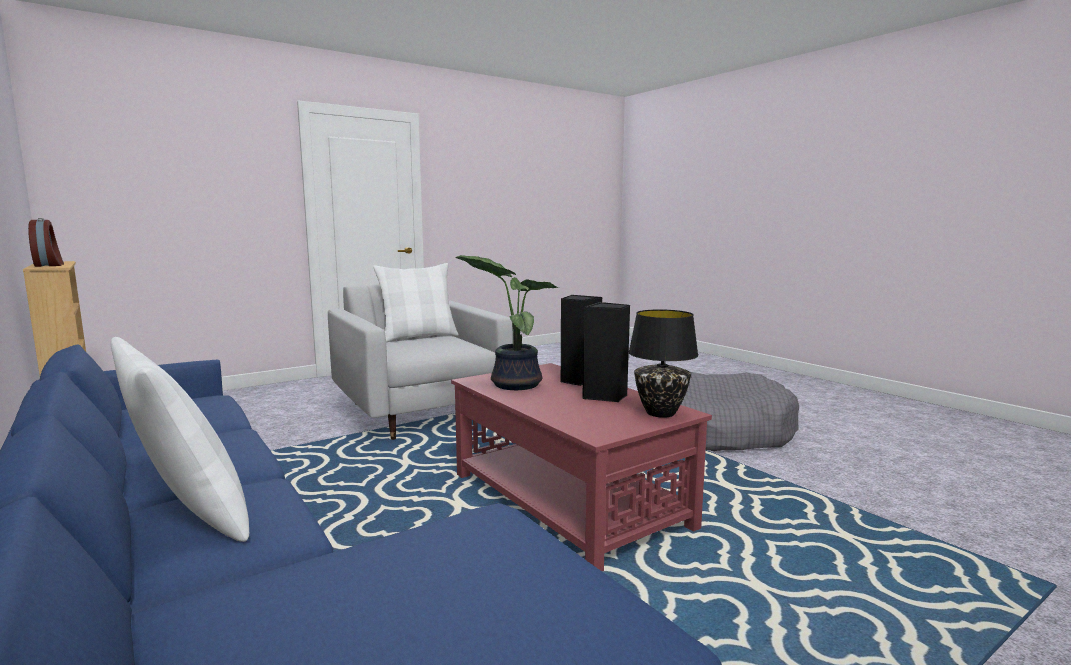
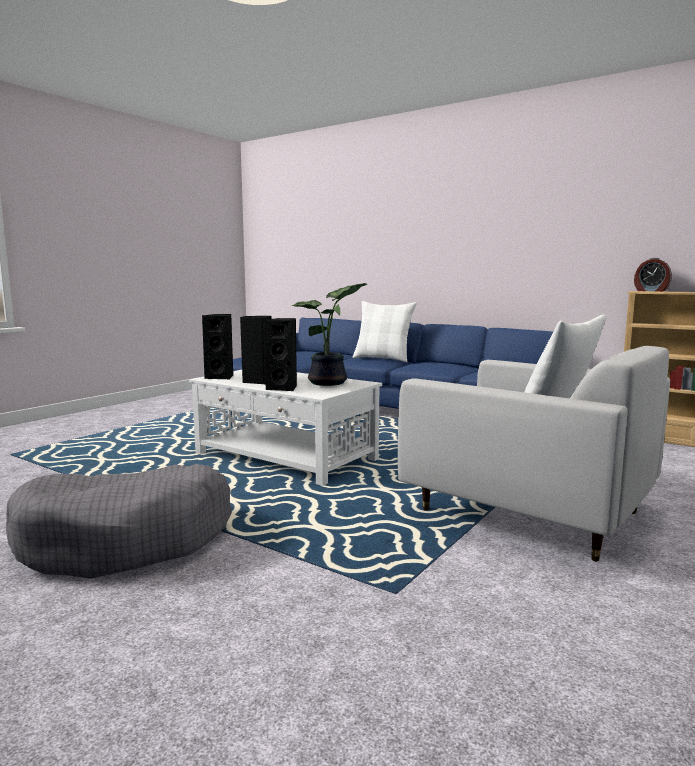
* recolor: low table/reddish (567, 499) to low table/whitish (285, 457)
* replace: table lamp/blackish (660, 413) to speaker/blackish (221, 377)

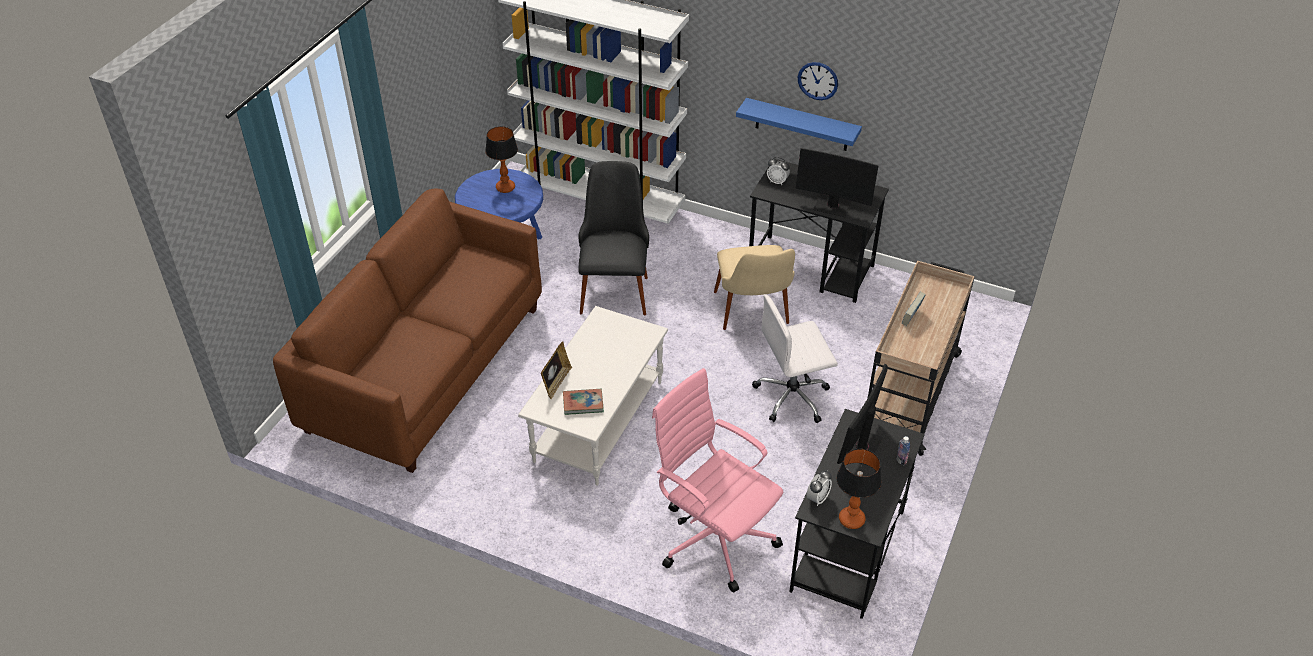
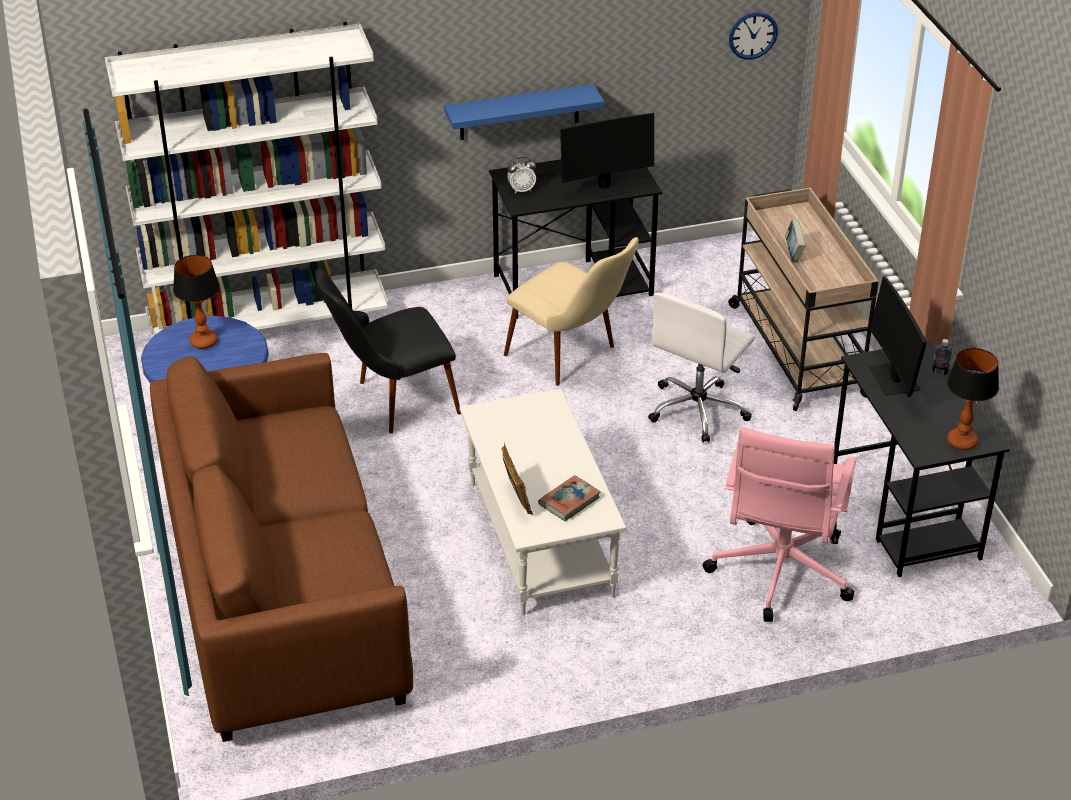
* rotate: plain chair/blackish (614, 285) = (391, 402) 75 degrees counterclockwise
* rotate: computer chair/pinkish (714, 537) = (779, 573) 75 degrees counterclockwise
* move: hanging clock (818, 80) to (753, 35)
* delete: table clock (817, 498)

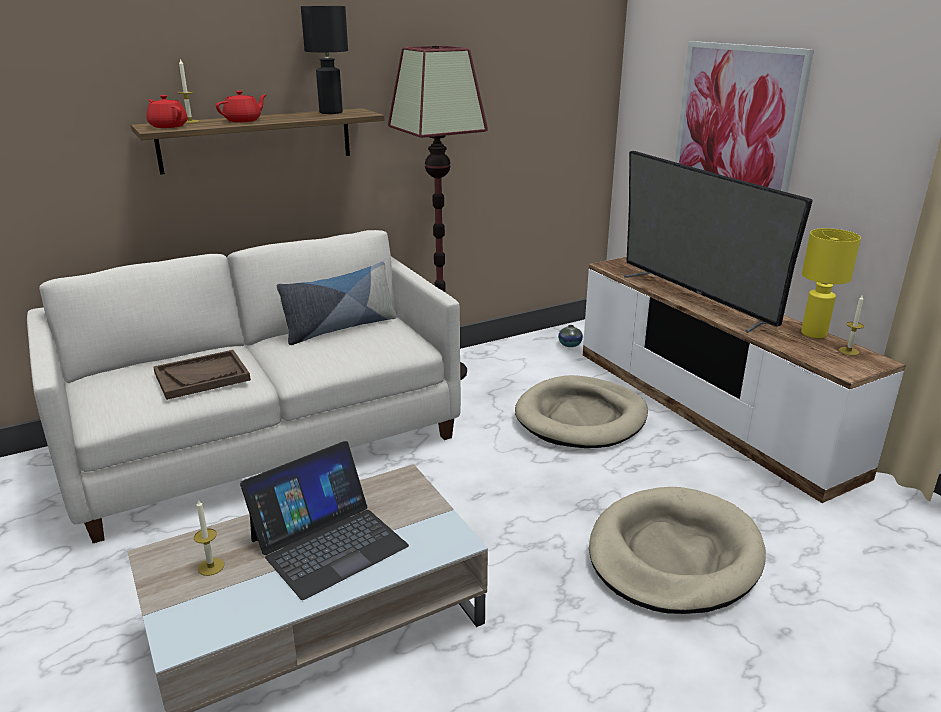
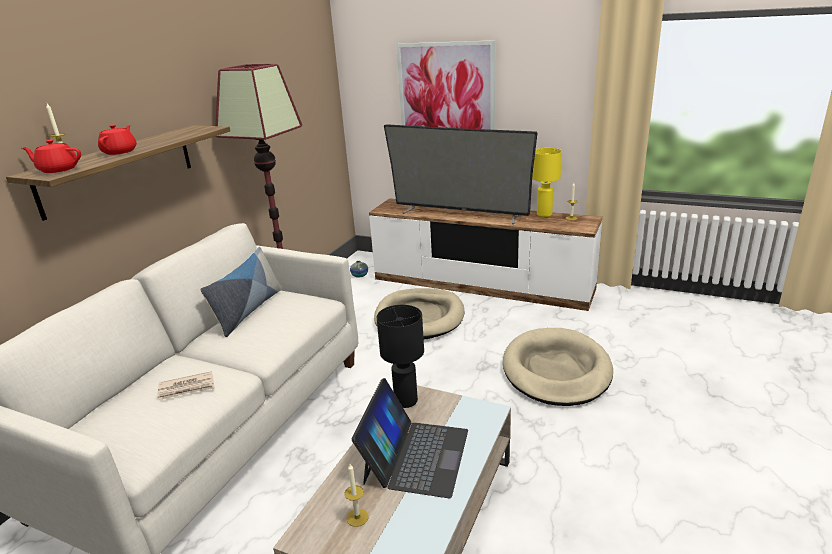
* replace: carrying tray/brownish (202, 376) to newspaper (187, 388)
* move: table lamp/blackish (330, 112) to (405, 401)

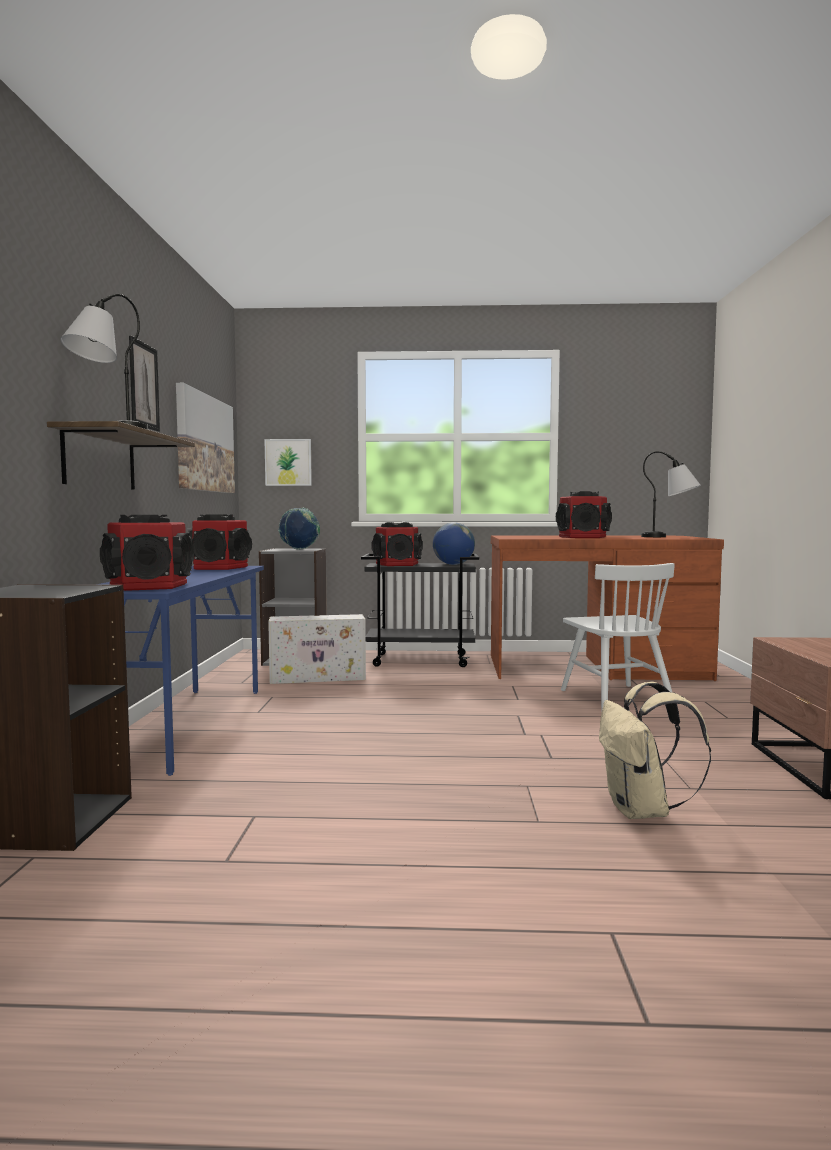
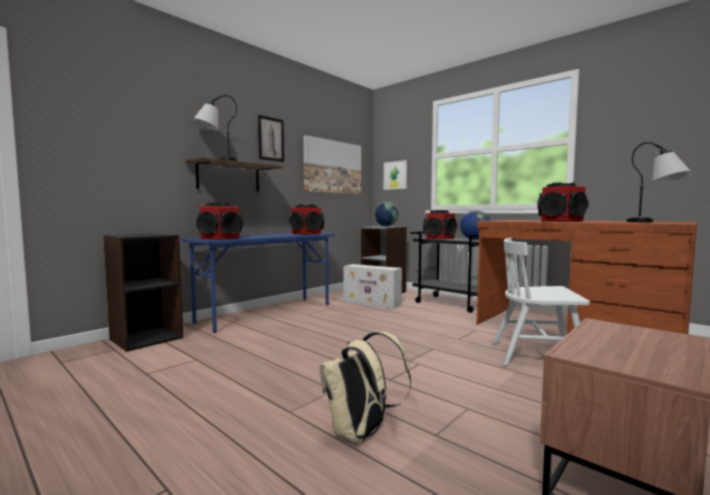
* rotate: plain chair/whitish (615, 698) = (537, 356) 75 degrees clockwise

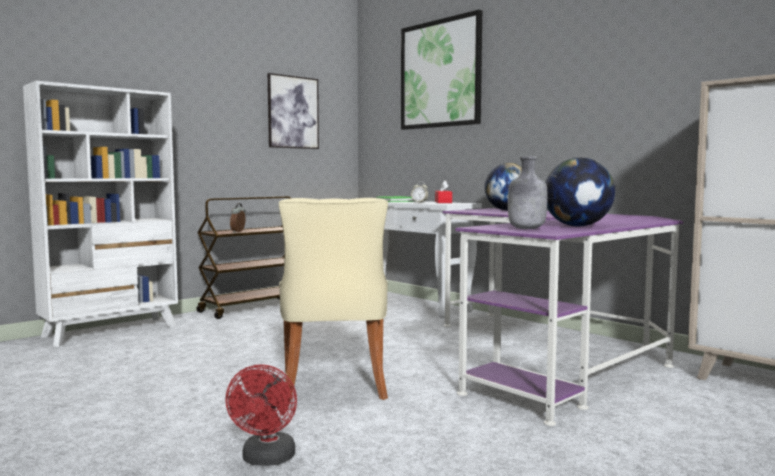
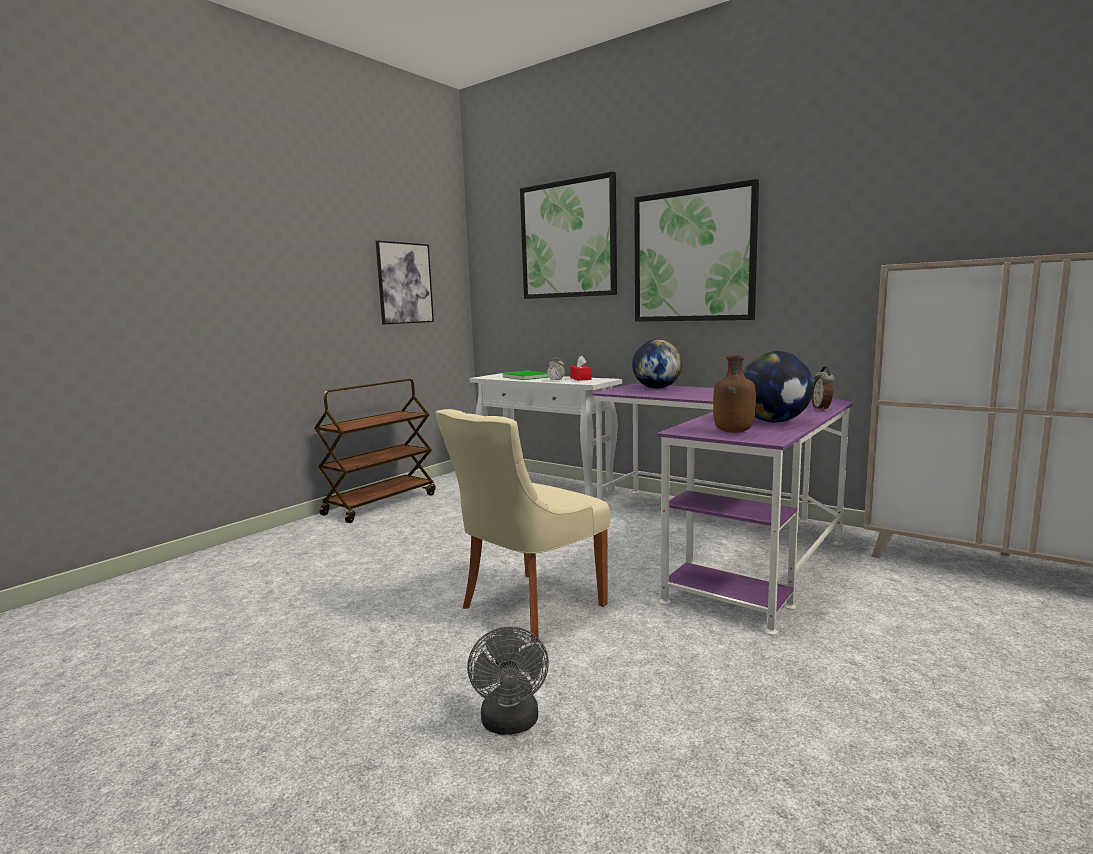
* rotate: plain chair/beige (334, 386) = (528, 607) 60 degrees clockwise
* recolor: electric fan/reddish (267, 460) to electric fan/gray (511, 724)
* insert: wall picture (693, 256)
* recolor: beverage bottle/gray (526, 229) to beverage bottle/brownish (733, 432)
* move: table clock (238, 232) to (822, 409)
* delete: shelving unit/whitish (112, 331)

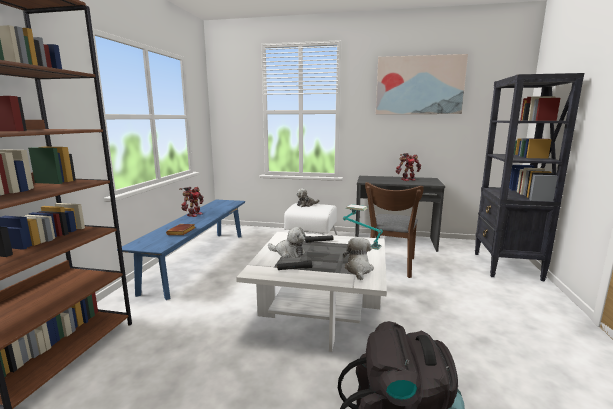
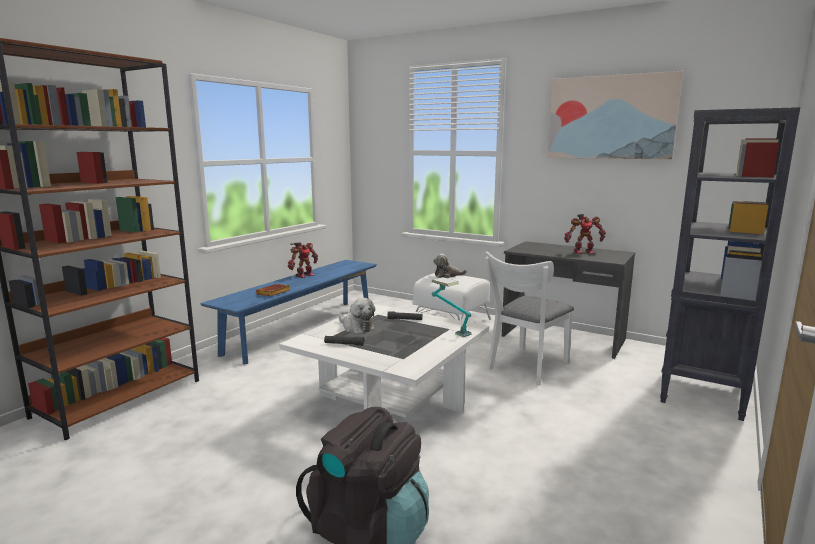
* recolor: plain chair/brownish (390, 266) to plain chair/whitish (525, 367)
* delete: soft toy (358, 270)

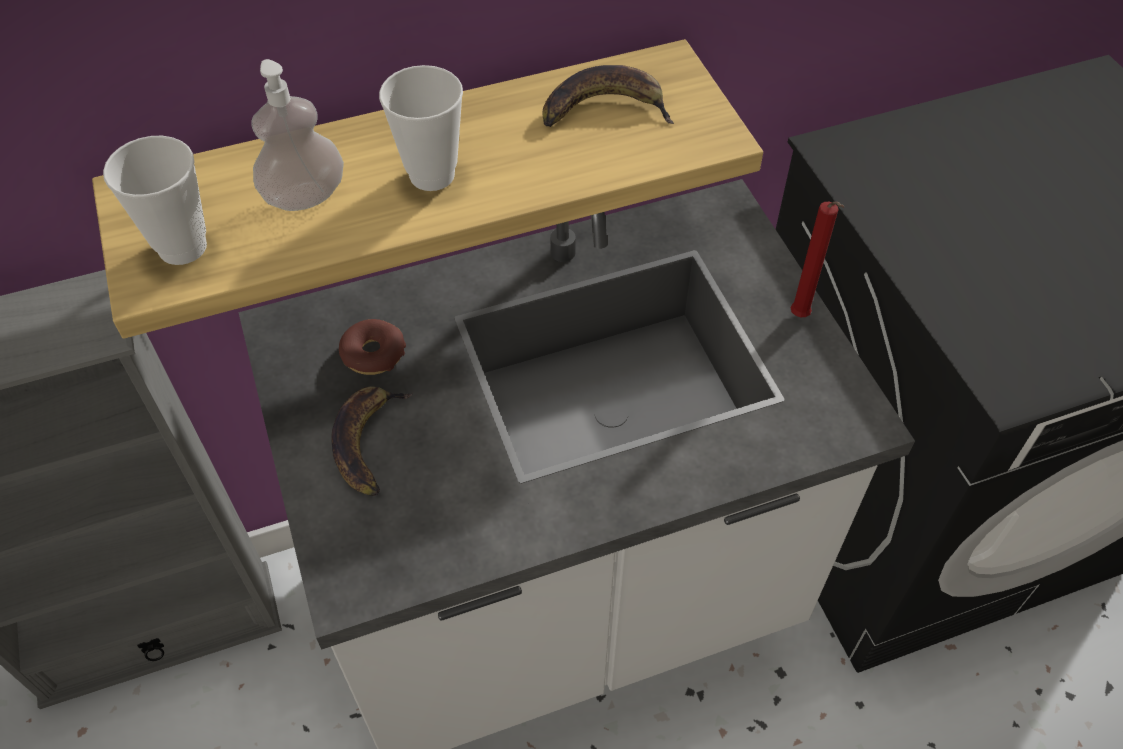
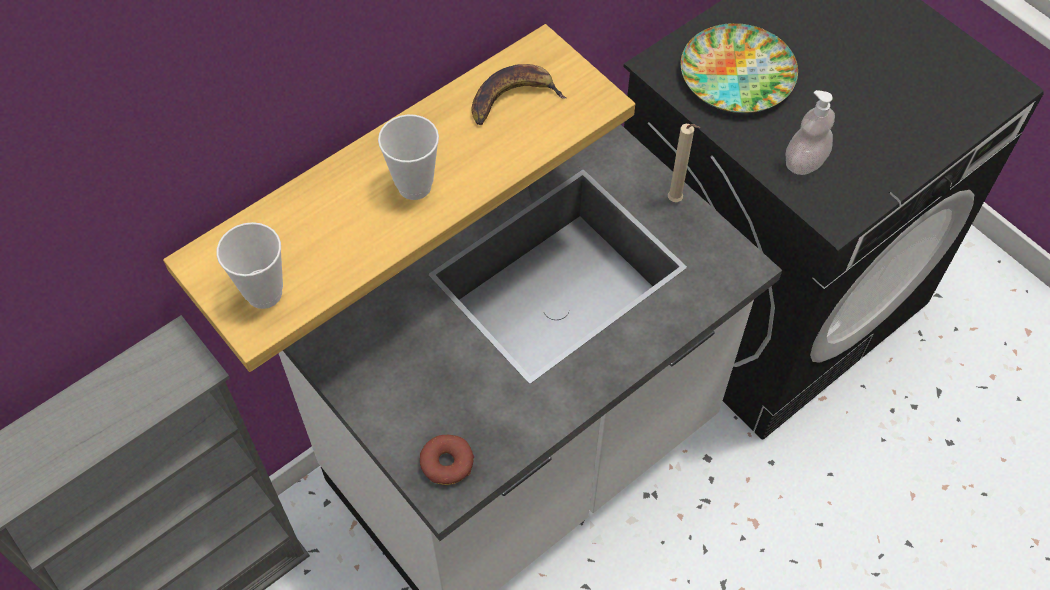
* move: ring doughnut (373, 354) to (447, 463)
* recolor: wax candle/reddish (801, 317) to wax candle/beige (676, 201)
* insert: dinner plate (738, 75)
* move: liquid soap bottle (305, 196) to (804, 162)
* delete: banana (368, 442)

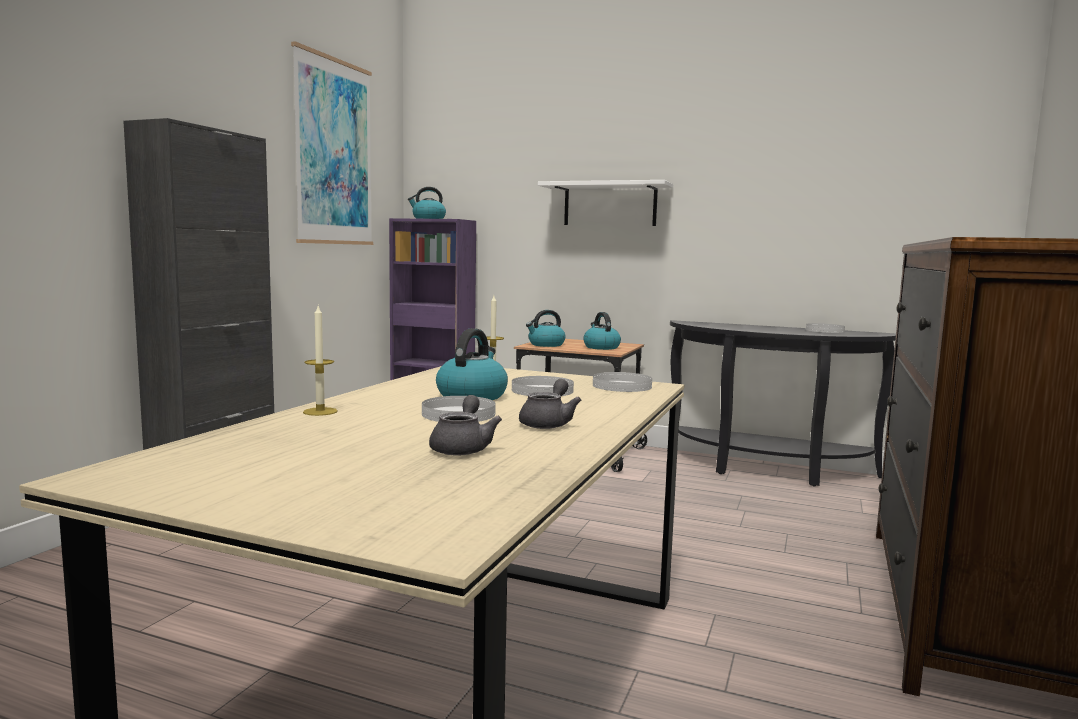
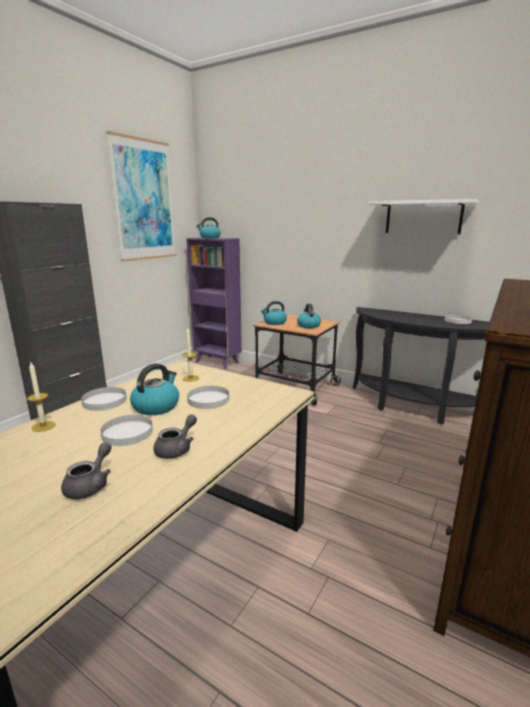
* move: dinner plate/whitish (622, 386) to (104, 401)
* move: shelf/whitish (610, 205) to (423, 217)

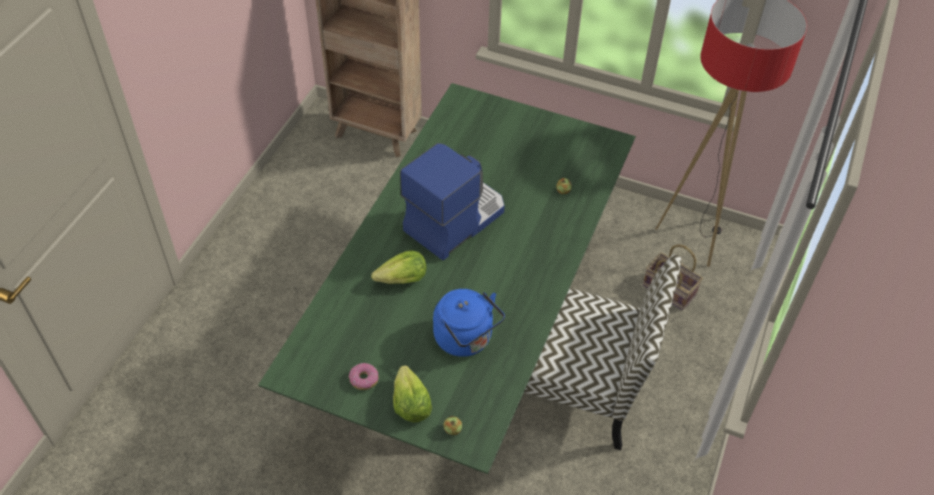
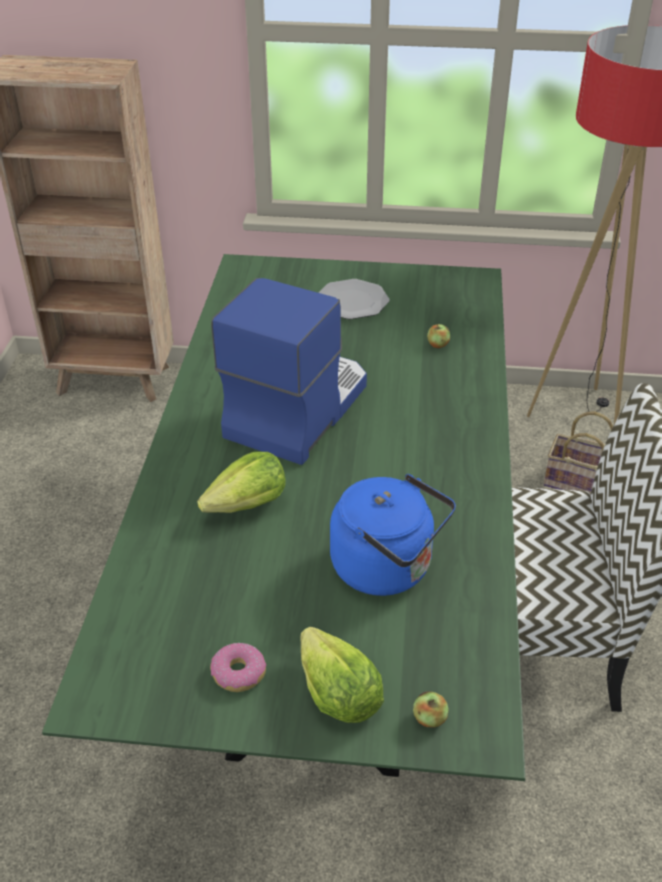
* insert: dinner plate (352, 301)

